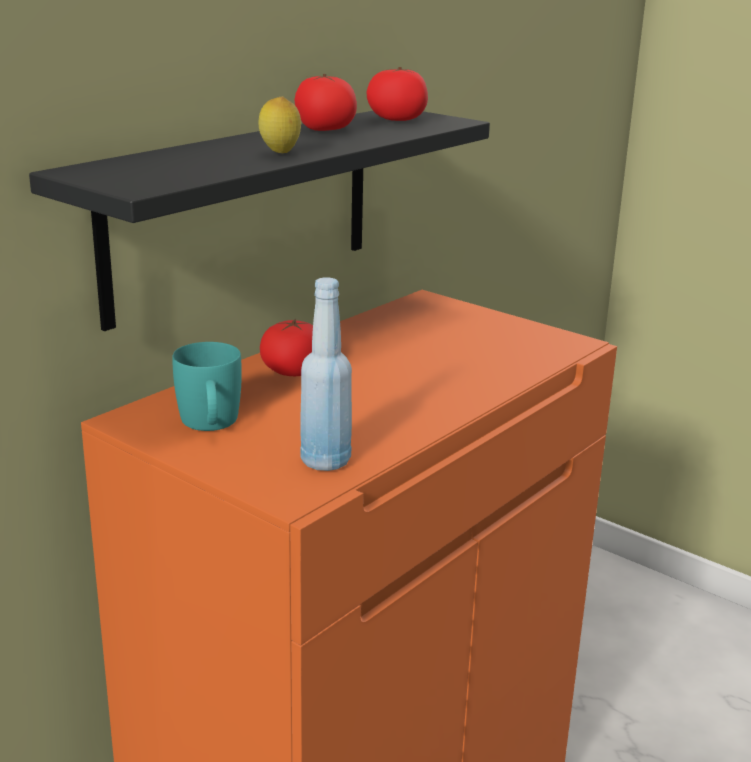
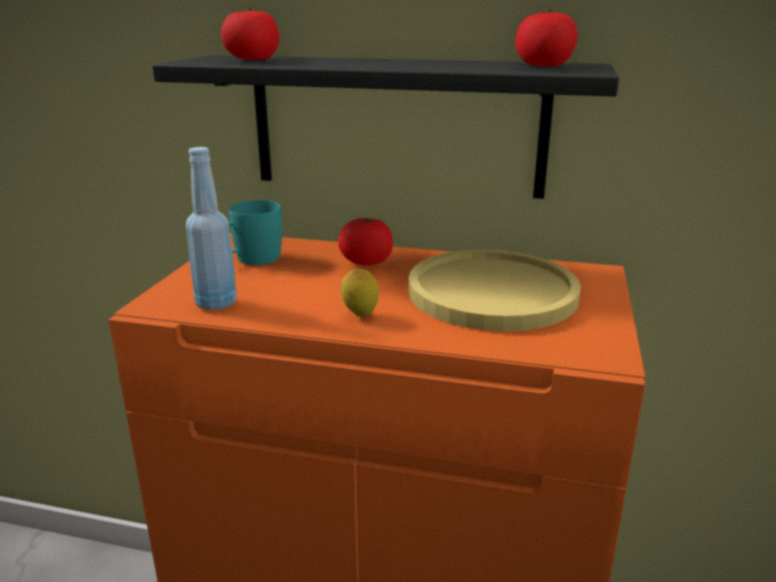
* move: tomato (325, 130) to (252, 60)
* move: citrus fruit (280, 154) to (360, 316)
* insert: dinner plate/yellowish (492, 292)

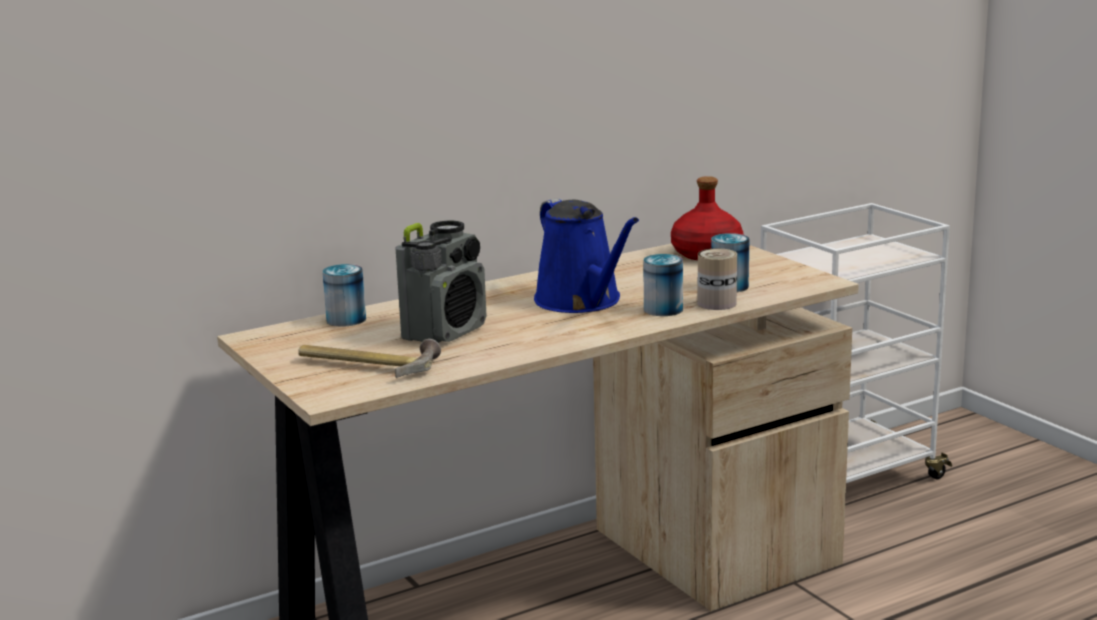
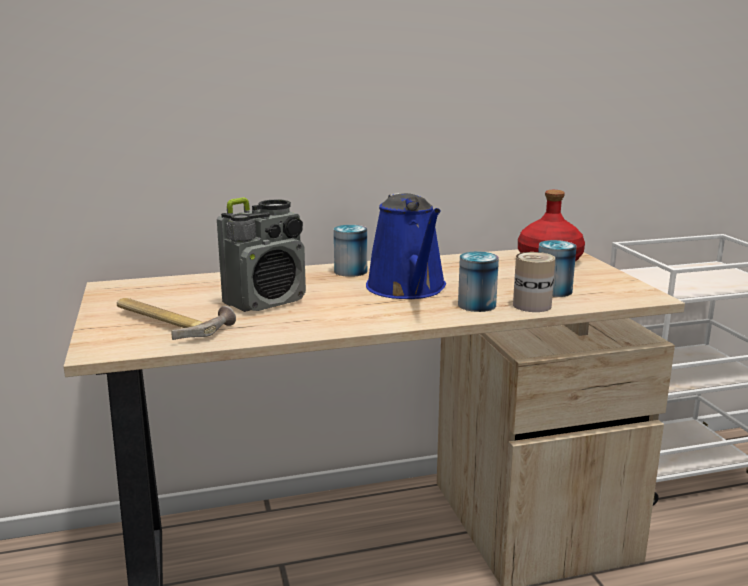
* move: metal can (346, 320) to (350, 271)

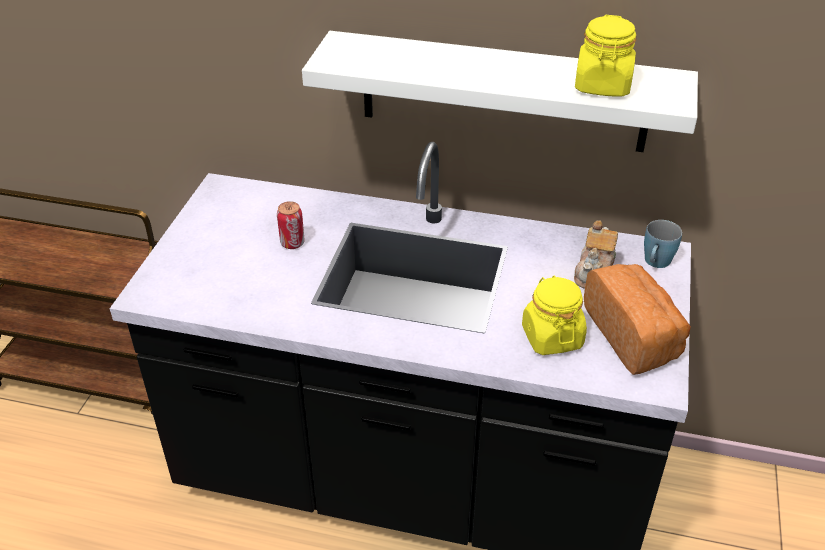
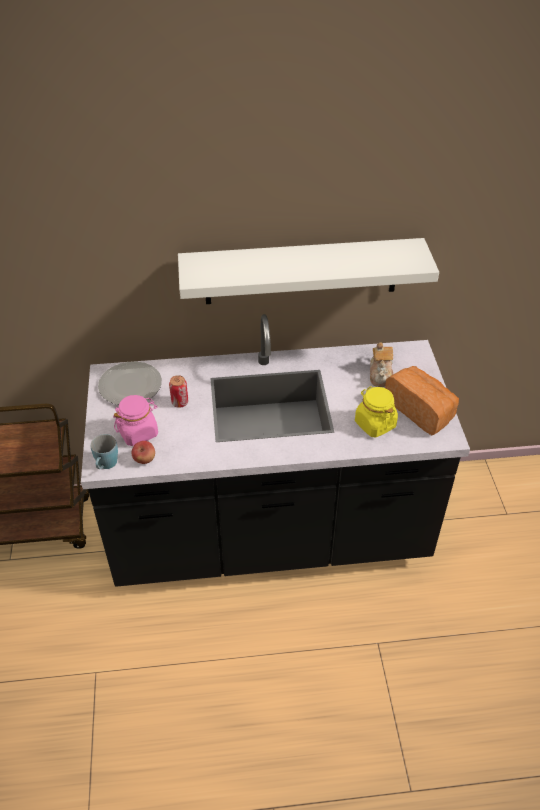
* move: tea mug/blue (655, 263) to (106, 465)
* insert: dinner plate (129, 385)
* insert: jar/pinkish (138, 432)
* insert: apple (144, 459)
* delete: jar/yellowish (602, 85)

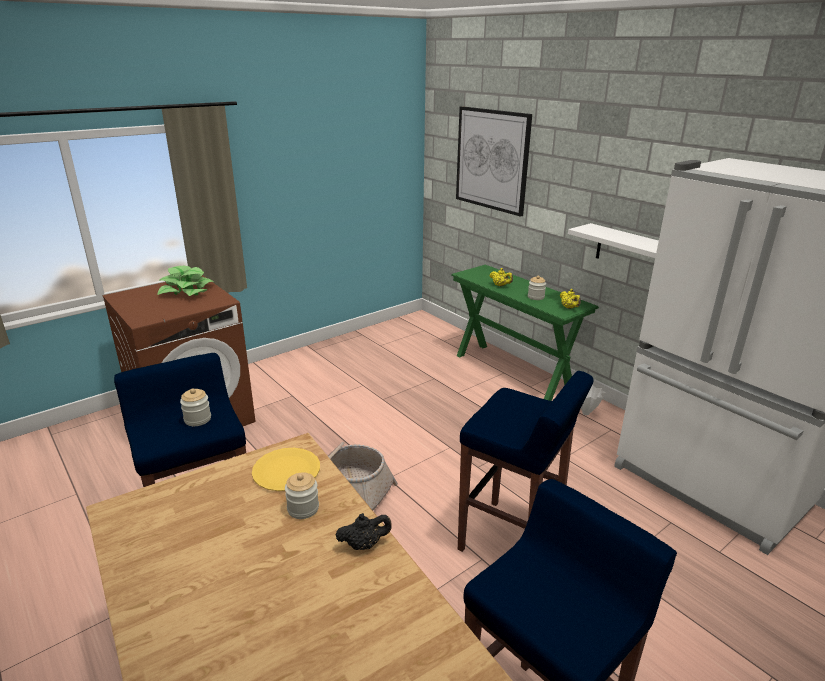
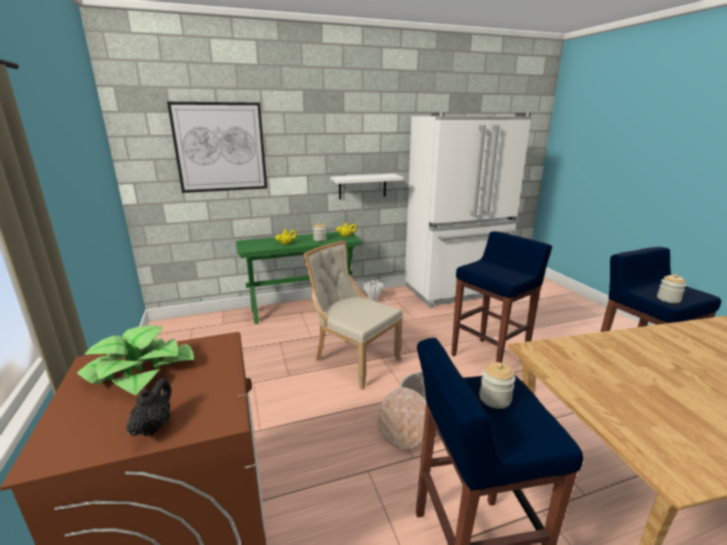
* move: teapot/blackish (364, 544) to (154, 426)
* insert: plain chair/beige (353, 360)
* move: jar (303, 508) to (668, 299)
* delete: dinner plate/yellowish (286, 471)

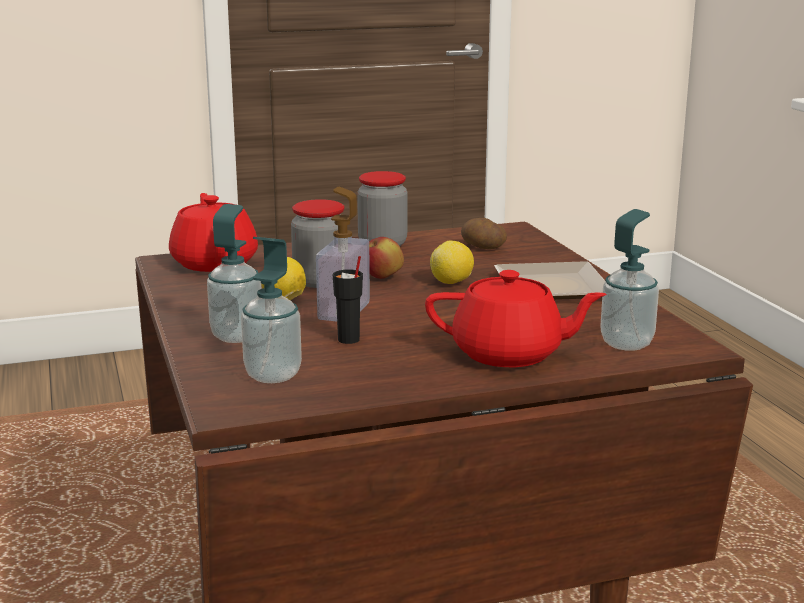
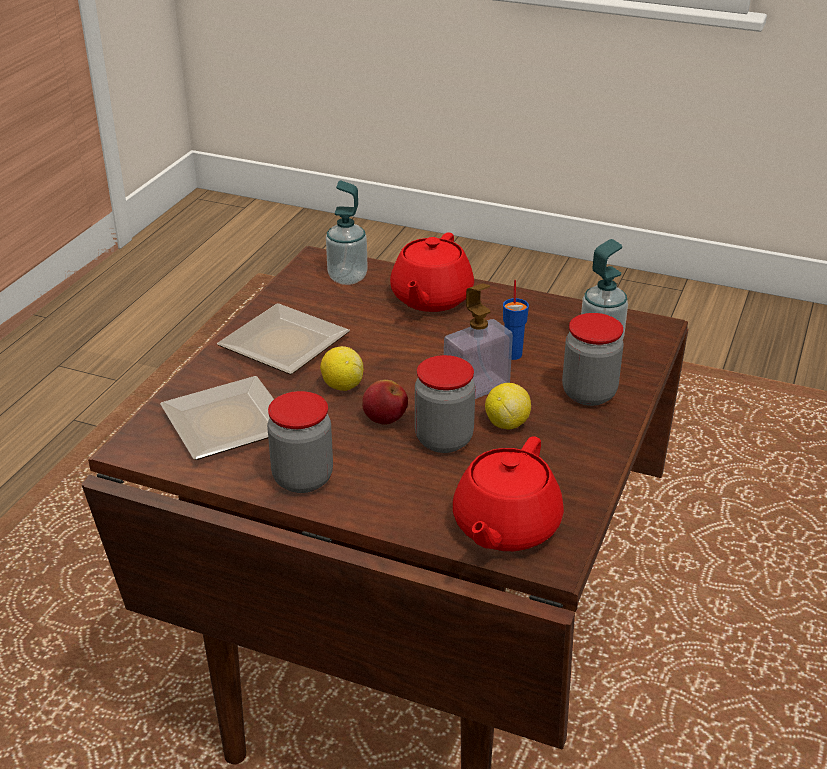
* replace: whole potato (482, 247) to dinner plate (225, 426)
* rotate: teapot/reddish (509, 354) = (430, 298) 120 degrees counterclockwise
* recolor: small cup/blackish (349, 340) to small cup/blue (513, 354)
* replace: liquid soap bottle (236, 336) to jar (589, 393)

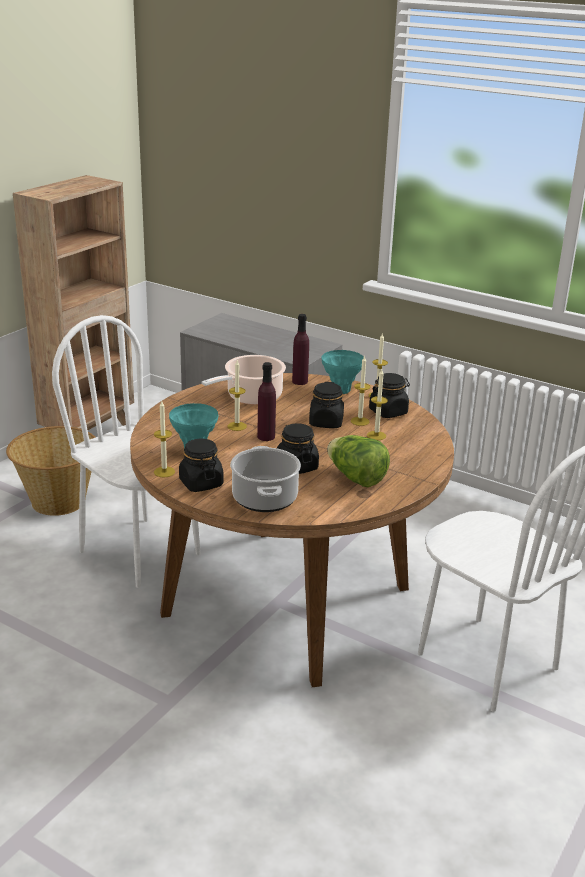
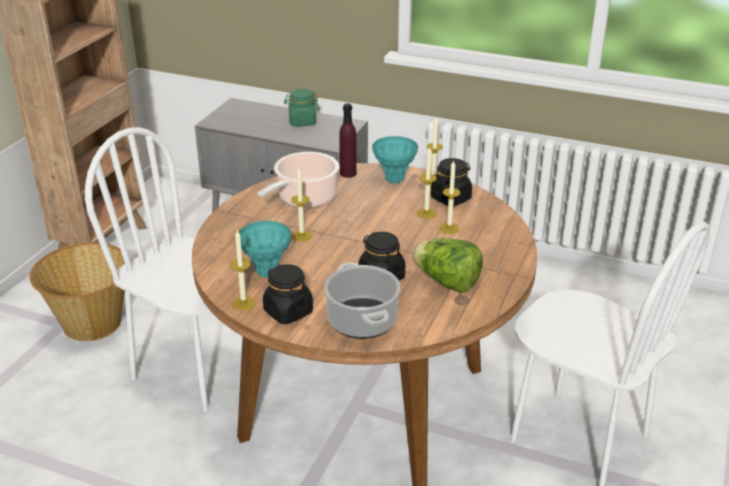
* insert: jar/green-coloured (302, 122)
* delete: beverage bottle/purple-coloured (266, 437)
* delete: jar/blackish (326, 422)

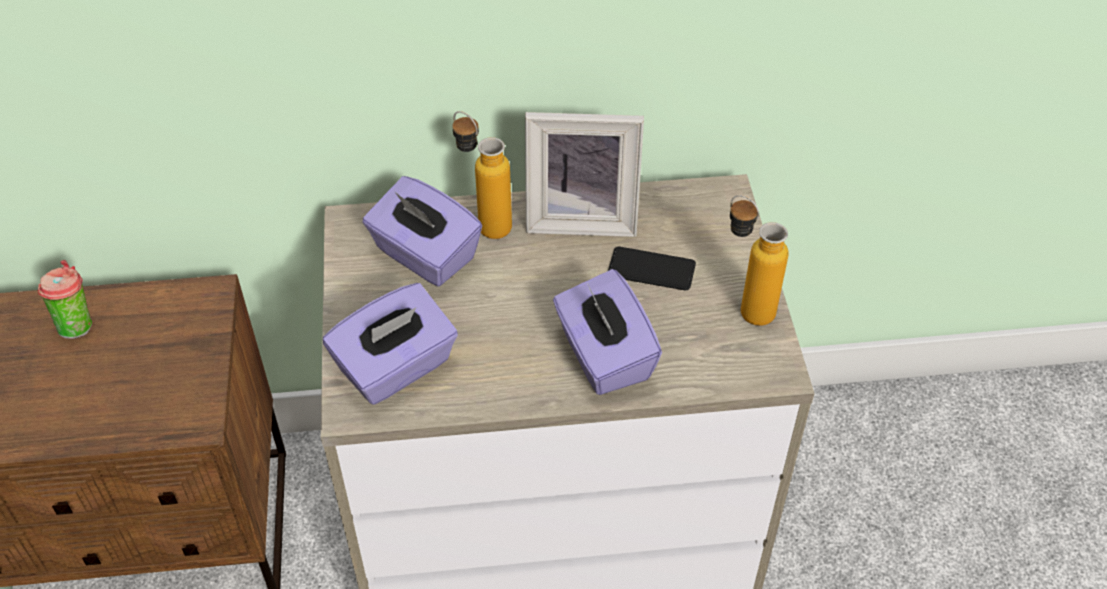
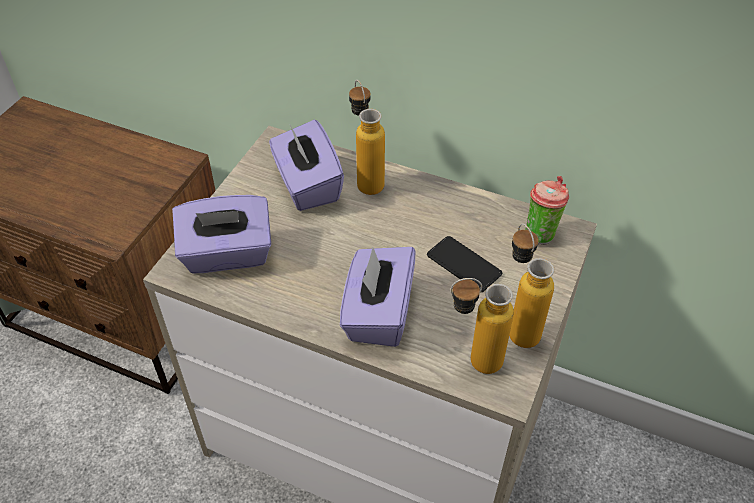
* insert: beverage bottle (472, 362)
* move: small cup (77, 324) to (540, 232)
* delete: picture frame (581, 218)

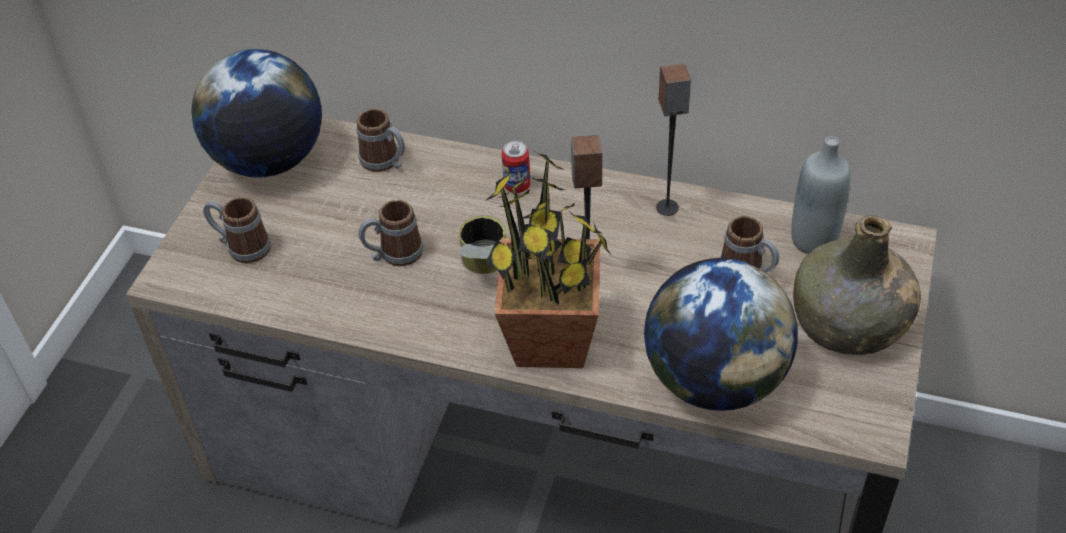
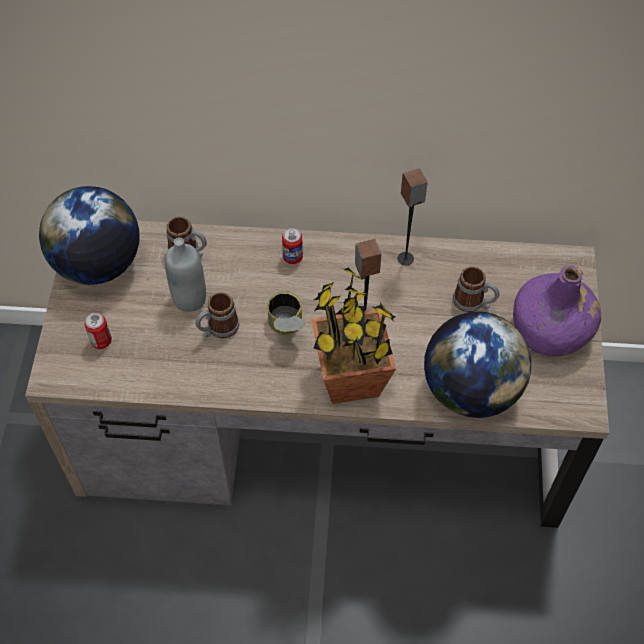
* replace: tea mug (242, 247) to metal can (101, 341)
* move: beverage bottle/gray (813, 239) to (189, 299)
* recolor: beverage bottle/green-coloured (849, 323) to beverage bottle/purple-coloured (550, 330)

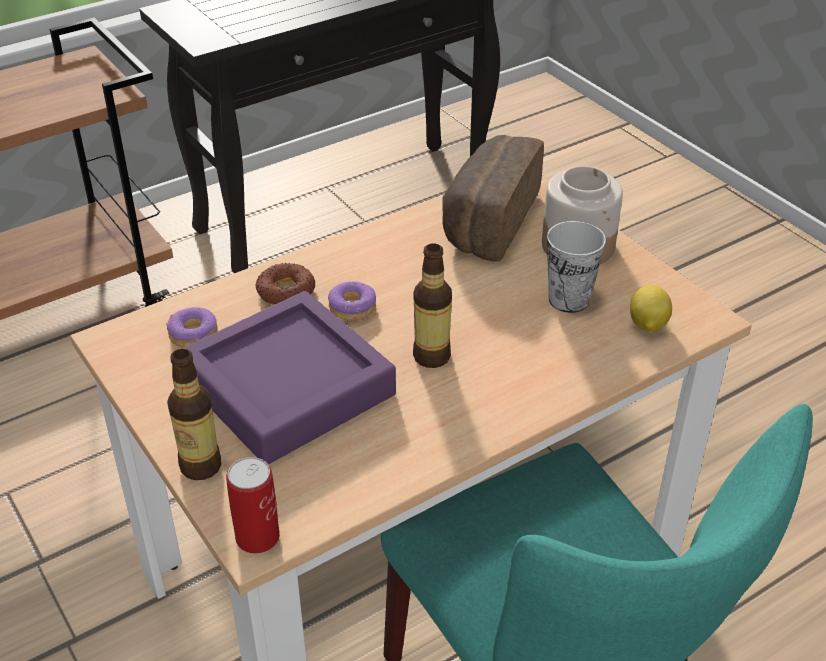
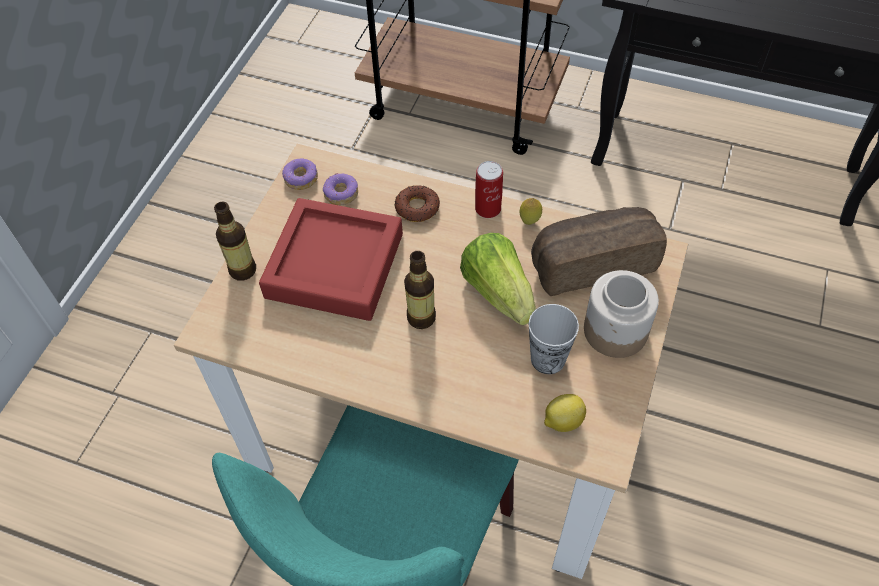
* recolor: carrying tray/purple-coloured (288, 387) to carrying tray/reddish (334, 265)
* move: ring doughnut (353, 308) to (301, 179)
* insert: lettuce (498, 292)
* move: metal can (257, 537) to (488, 208)
* insert: citrus fruit (529, 221)

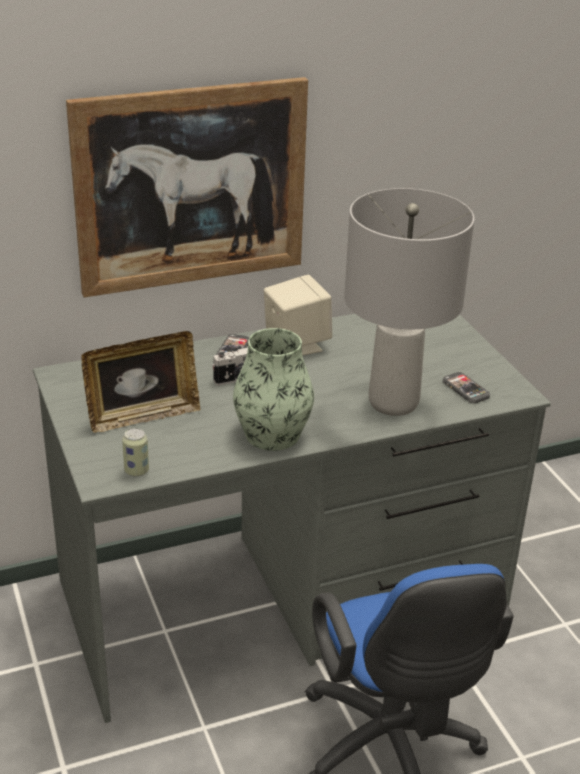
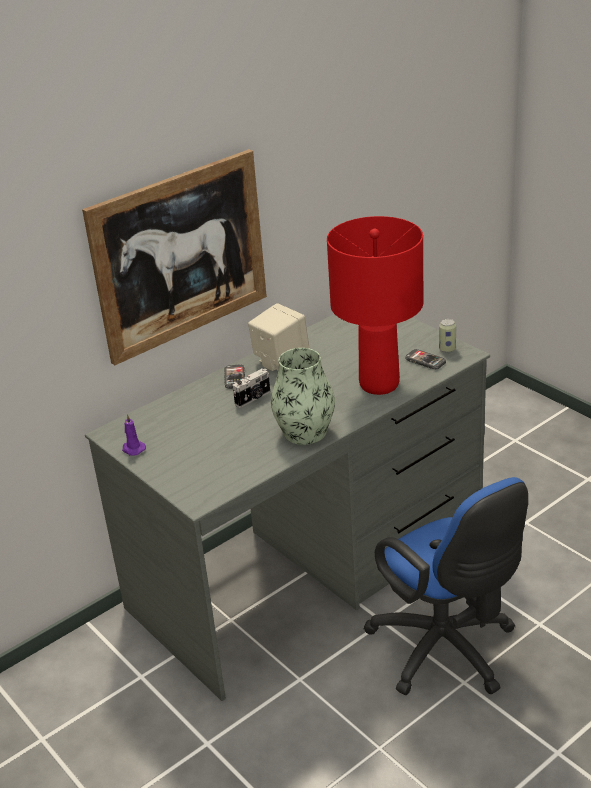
* insert: wax candle/purple-coloured (133, 449)
* recolor: table lamp/gray (393, 402) to table lamp/reddish (379, 384)
* move: metal can (136, 471) to (447, 349)
* delete: picture frame (143, 416)

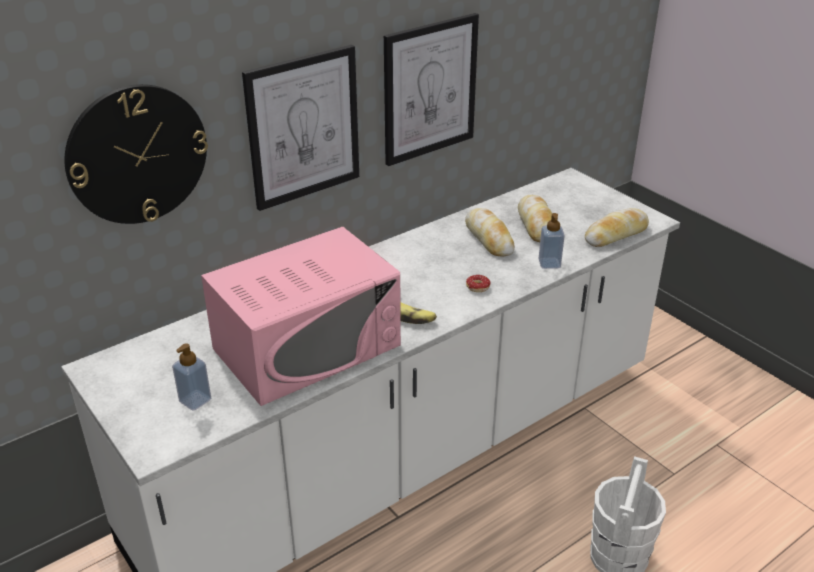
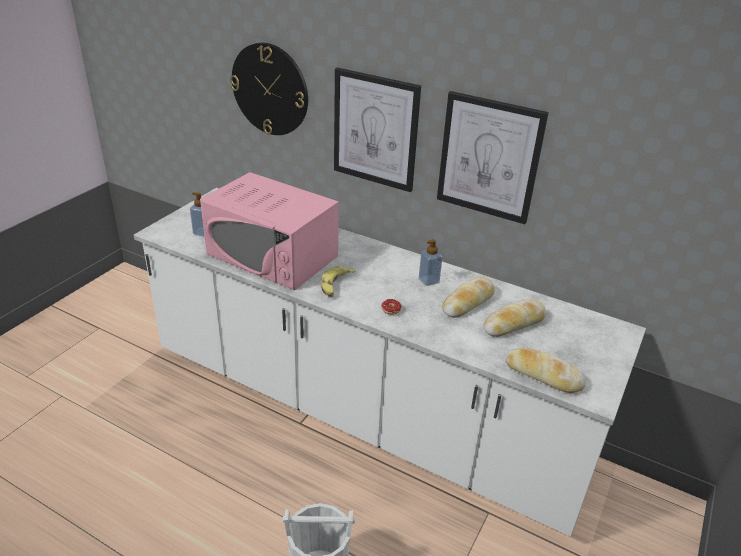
* move: liquid soap bottle (549, 263) to (428, 280)

